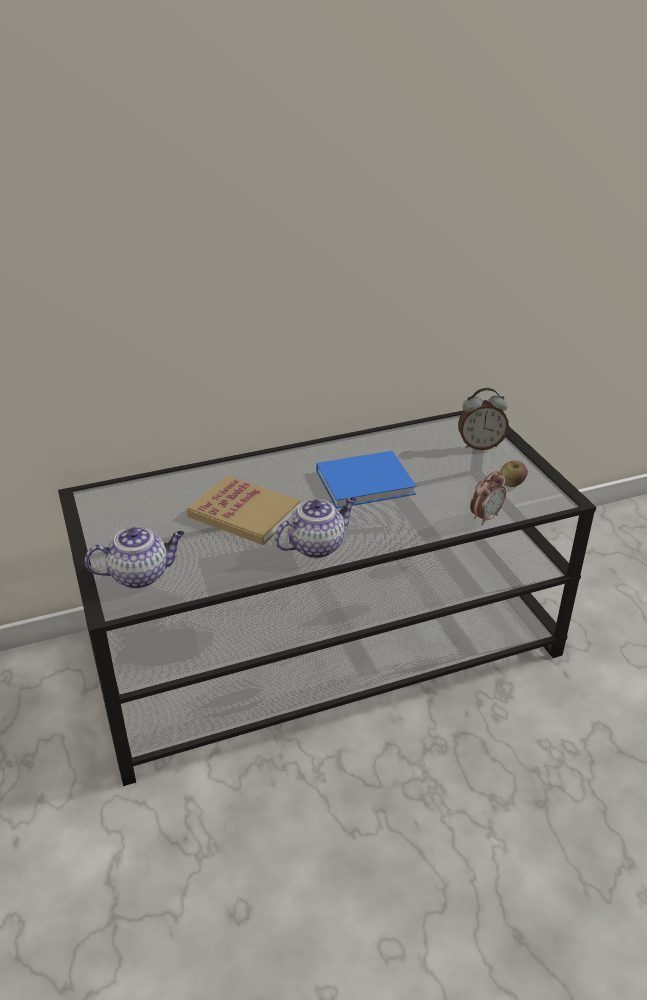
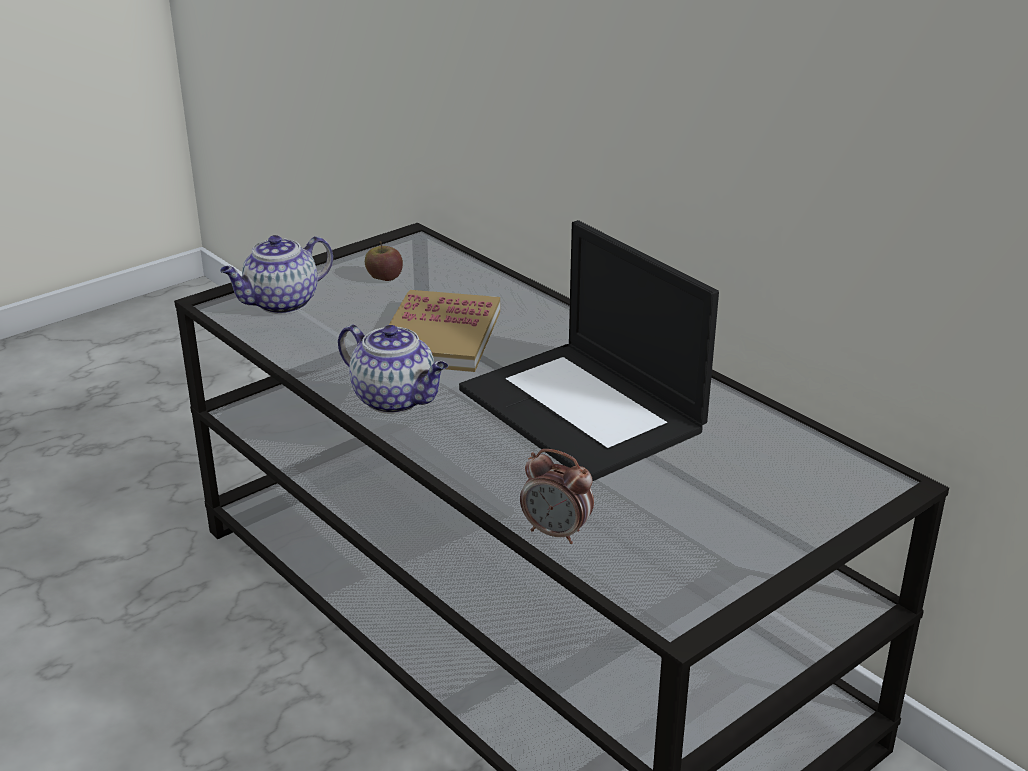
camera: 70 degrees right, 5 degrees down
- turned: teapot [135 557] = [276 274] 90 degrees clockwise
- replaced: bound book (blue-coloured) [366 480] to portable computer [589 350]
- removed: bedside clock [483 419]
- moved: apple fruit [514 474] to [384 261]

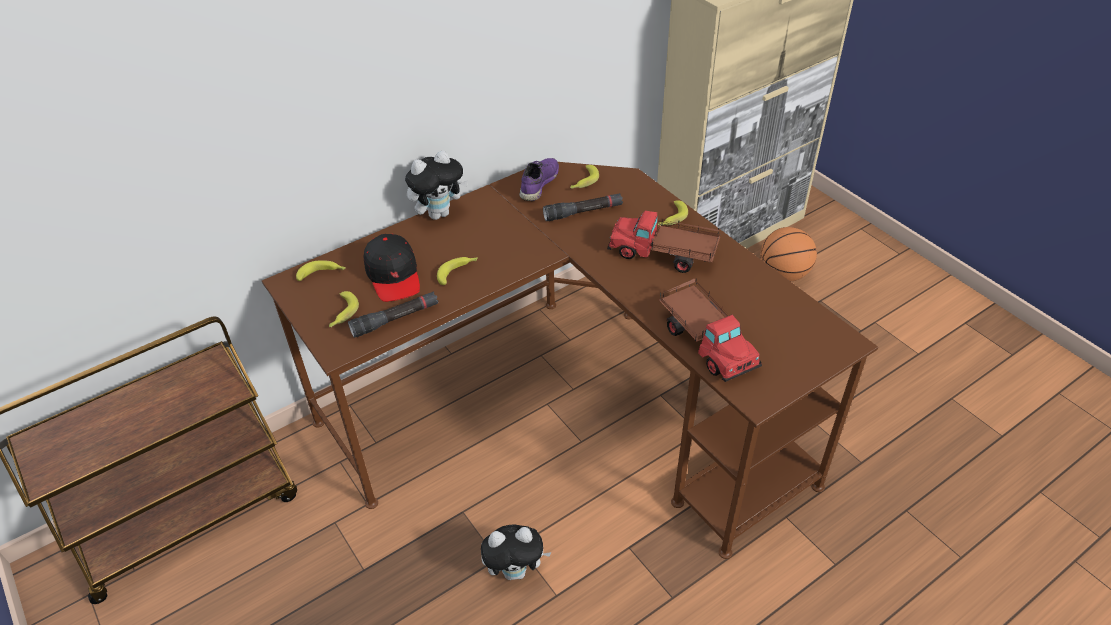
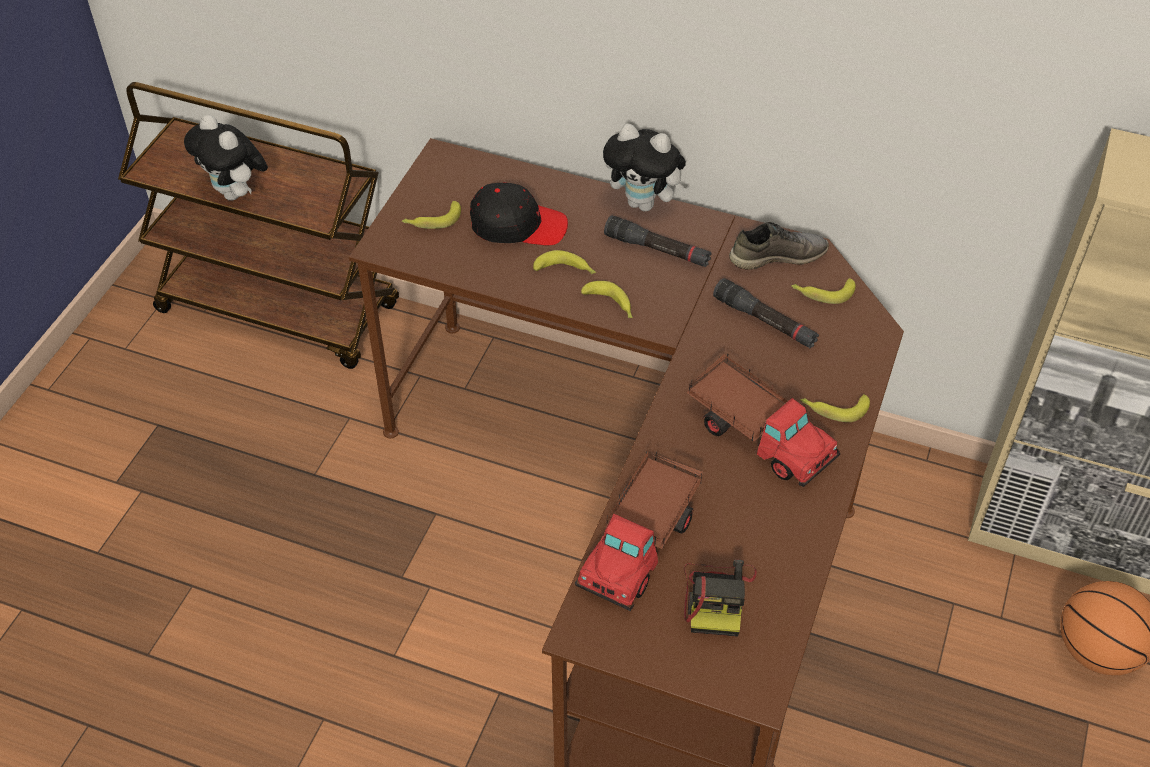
camera: 55 degrees right, 5 degrees up
- moved: banana [321 270] to [607 299]
- moved: flashlight (black-coloured) [393 314] to [658 241]
- turned: cap (black-coloured) [392 268] = [519 213] 120 degrees counterclockwise
- moved: cuddly toy [516 552] to [226 158]
- recoloured: low shoe (purple-coloured) [539 179] to low shoe (grey) [779 246]
- turned: model truck [663 242] = [763 420] 150 degrees clockwise
- added: photo camera [720 598]

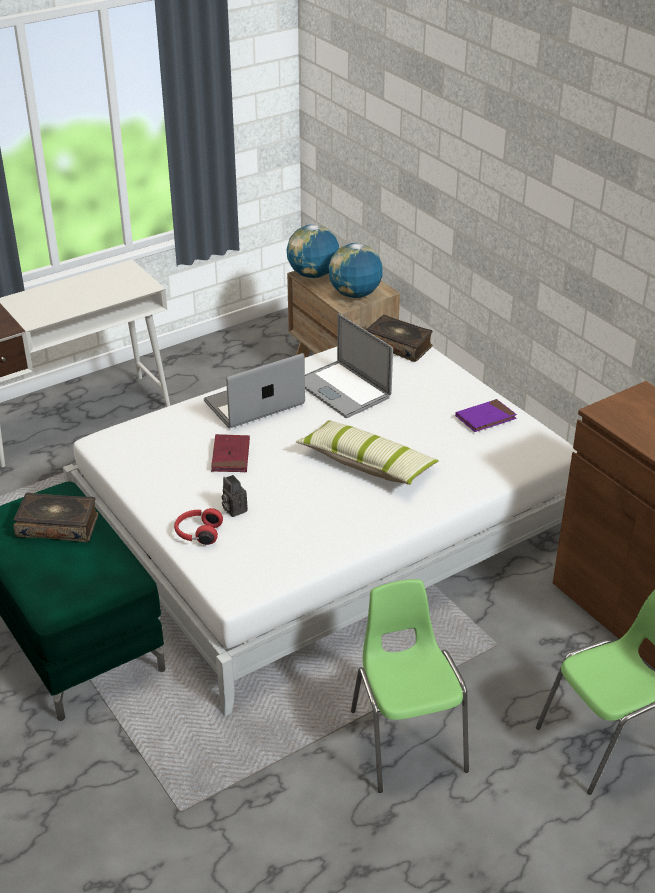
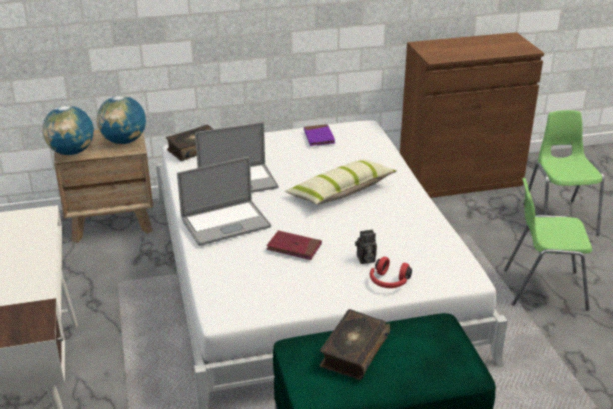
camera: 70 degrees left, 5 degrees down
- turned: portable computer [254 391] = [224 201] 105 degrees counterclockwise

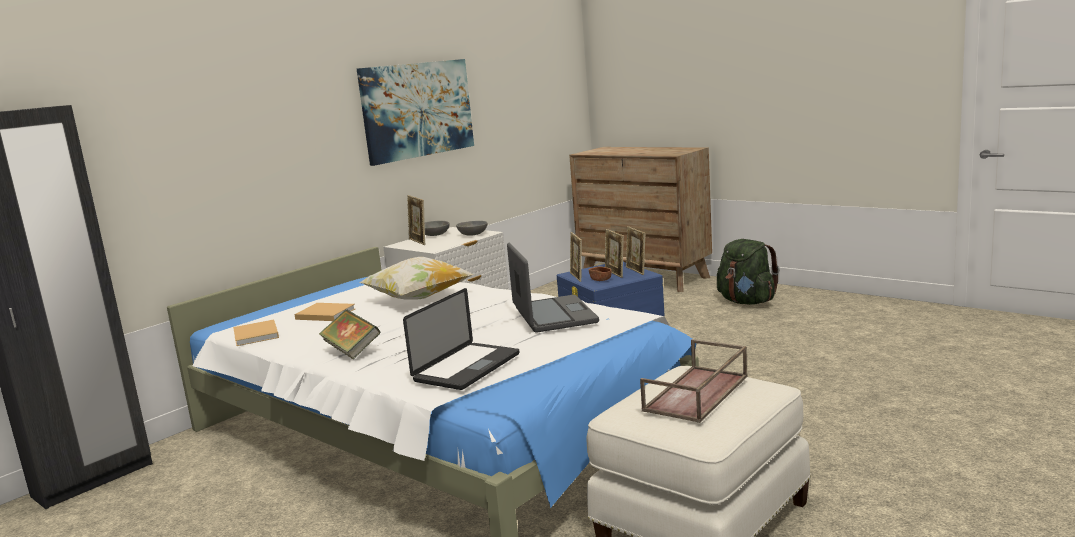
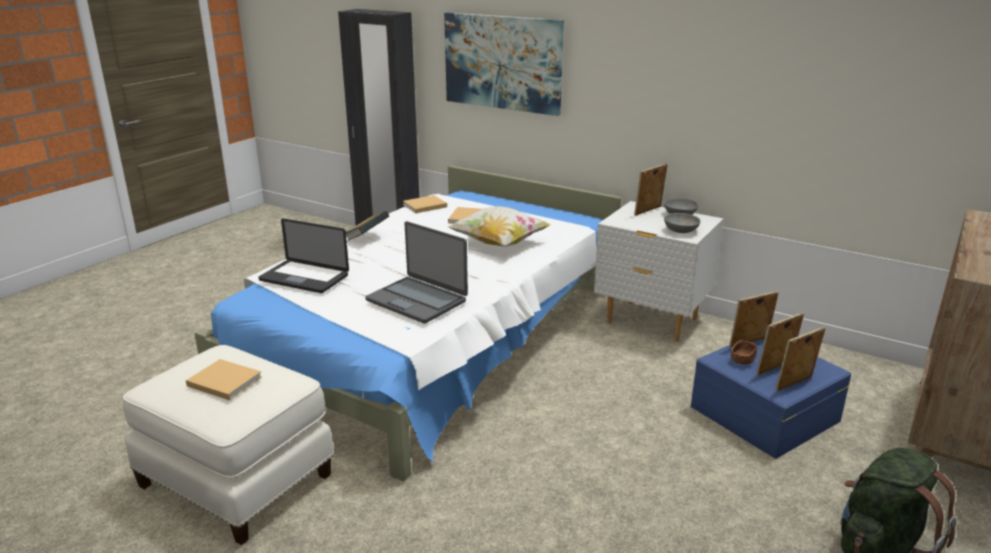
camera: 80 degrees right, 10 degrees up
- moved: picture [415 112] to [504 64]
- turned: portable computer [553 288] = [416 272] 60 degrees clockwise
- replaced: serving tray (brown) [693 381] to bound book (beige-coloured) [224 379]

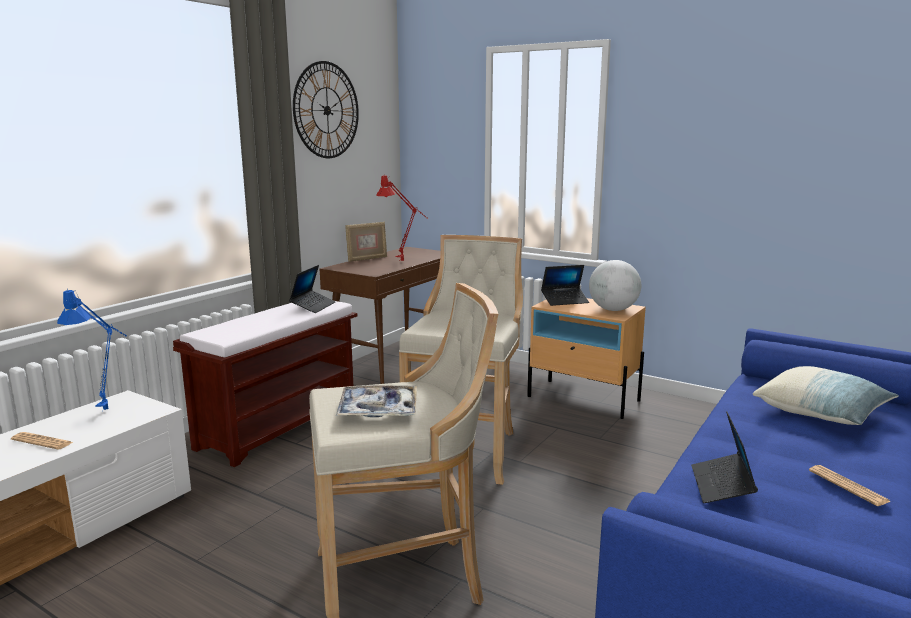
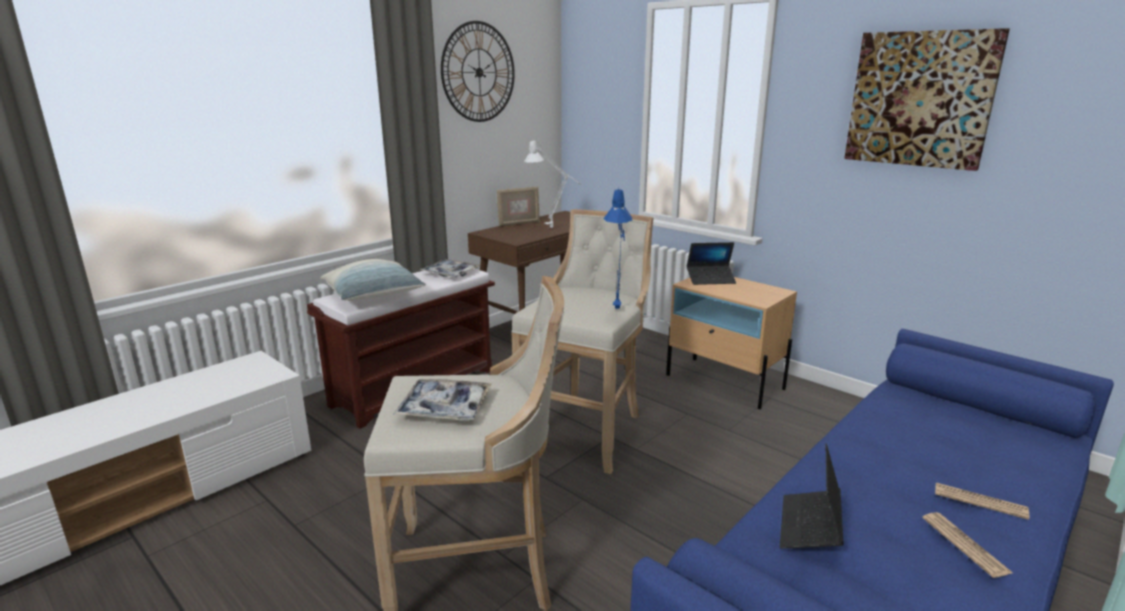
camera: 10 degrees right, 5 degrees up
- moved: daily paper [42 441] to [982 501]
- moved: tabletop lamp (blue-coloured) [92 351] to [617 248]
- replaced: portable computer [312 289] to serving tray [450 268]
- recoloured: tabletop lamp (red) [402 218] to tabletop lamp (whitish) [553 183]
- removed: globe [615 285]
- moved: cushion [826 395] to [373 280]
- added: picture [927 99]

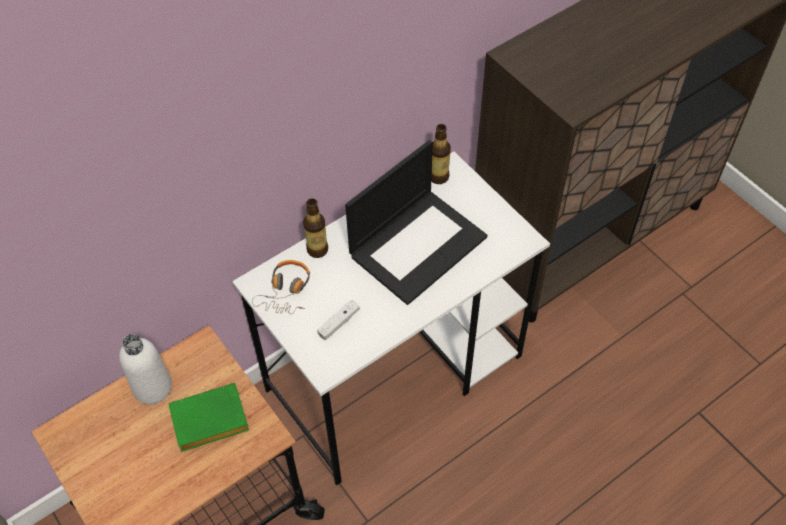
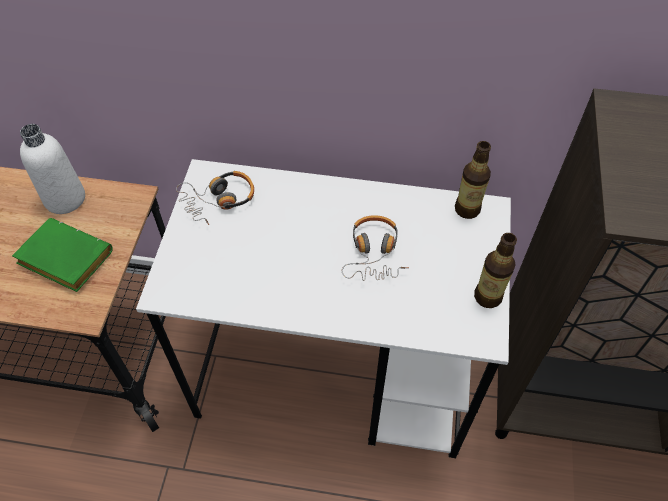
camera: 45 degrees right, 0 degrees up
- moved: beverage bottle [315 228] to [495 270]
- removed: joypad (whitish) [338 320]
- replaced: portable computer [416 222] to headset [375 248]

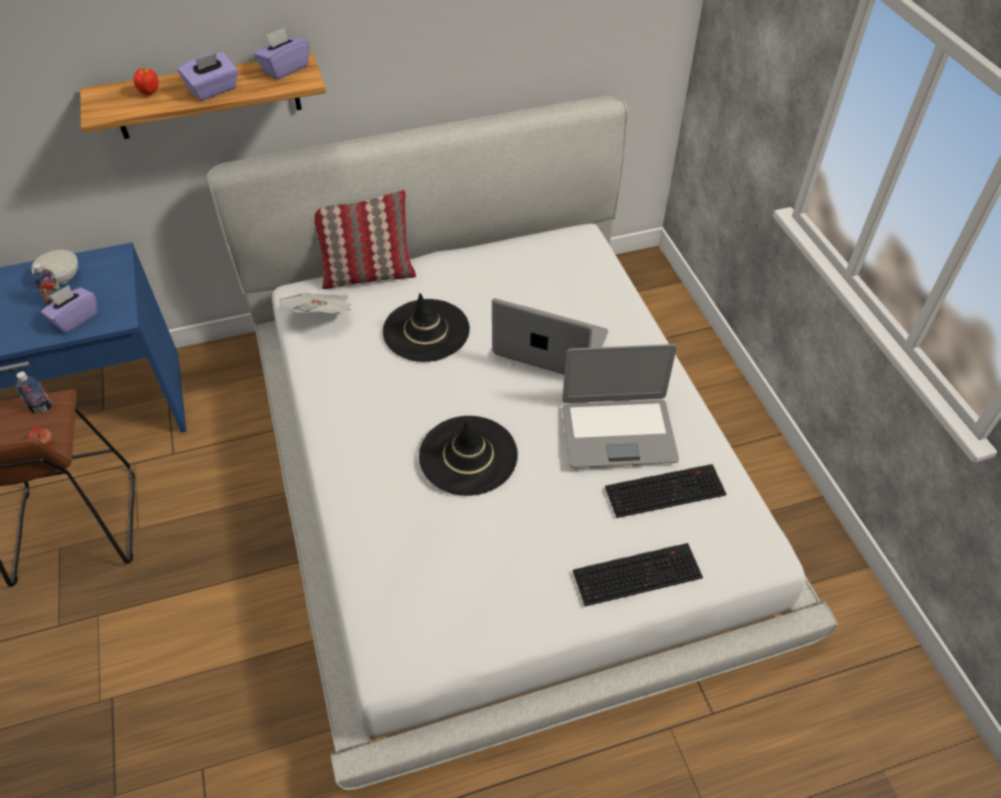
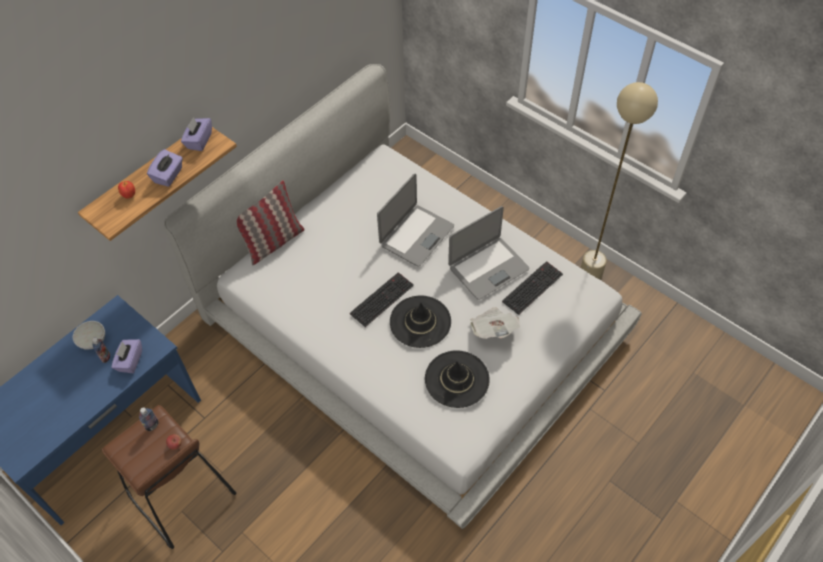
camera: 30 degrees left, 5 degrees up
- moved: daily paper [315 303] to [495 323]
- moved: clothing hat (black-coloured) [426 327] to [457 379]
- turned: portable computer [550 336] = [415 220] 135 degrees clockwise
- moved: computer keyboard [638 574] to [382 299]
- added: floor lamp (beige-coloured) [619 181]

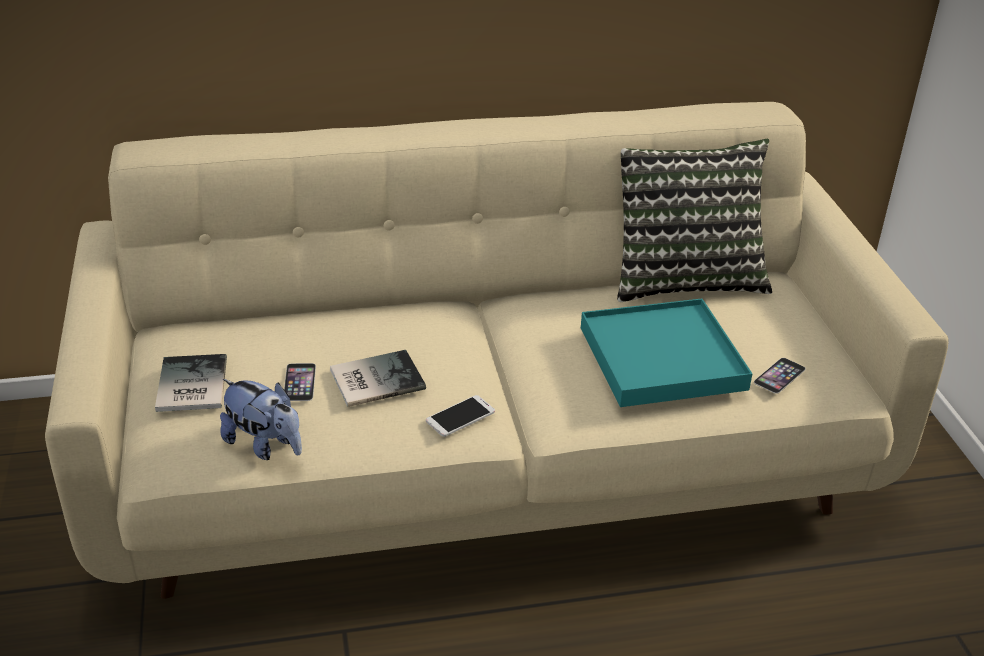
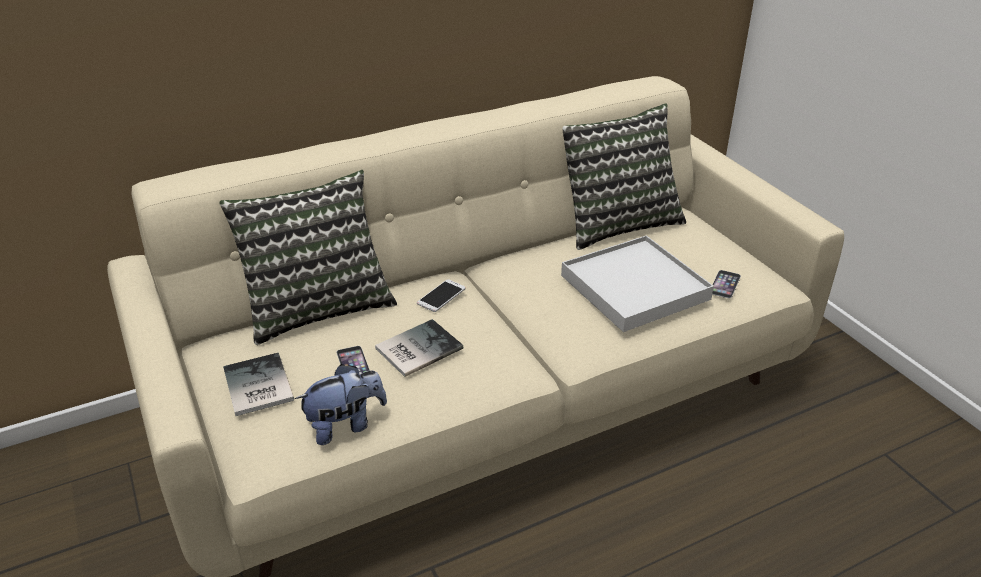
camera: 15 degrees left, 0 degrees up
- turned: cuddly toy [261 419] = [341 404] 45 degrees counterclockwise
- moved: phone [460 416] to [441 295]
- recoloured: serving tray (turquoise) [666 352] to serving tray (whitish) [637 283]
- added: cushion [308 257]

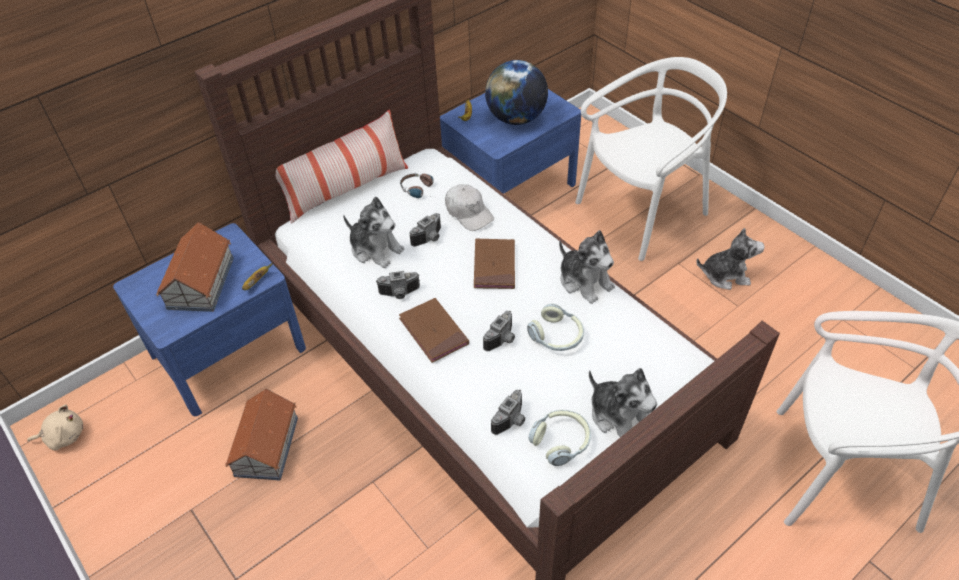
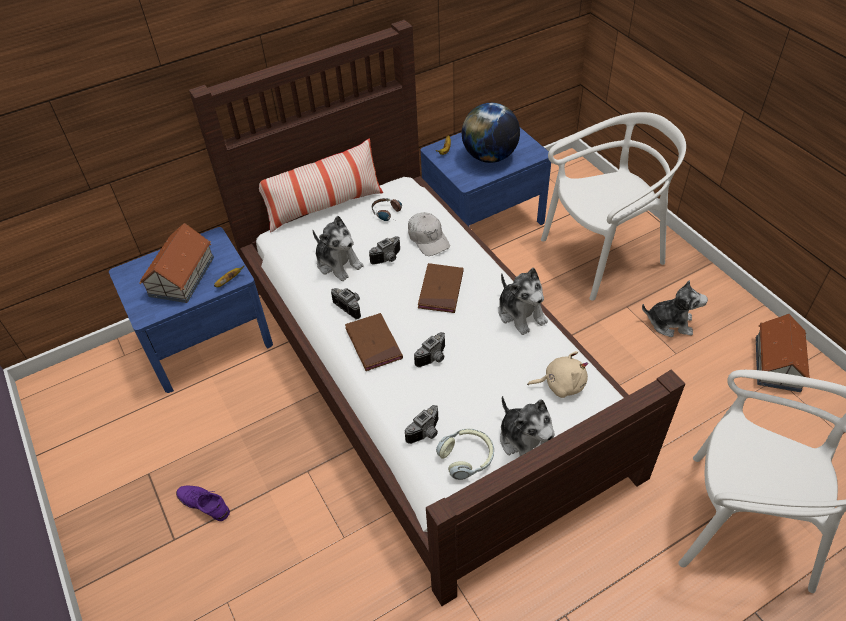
camera: 10 degrees right, 0 degrees up
- moved: cuddly toy (beige-coloured) [55 427] to [557 374]
- moved: toy house [261 434] to [783 353]
- turned: photo camera [398 285] = [346 304] 135 degrees counterclockwise
- removed: headset [555 327]
- added: low shoe (purple-coloured) [203 503]

